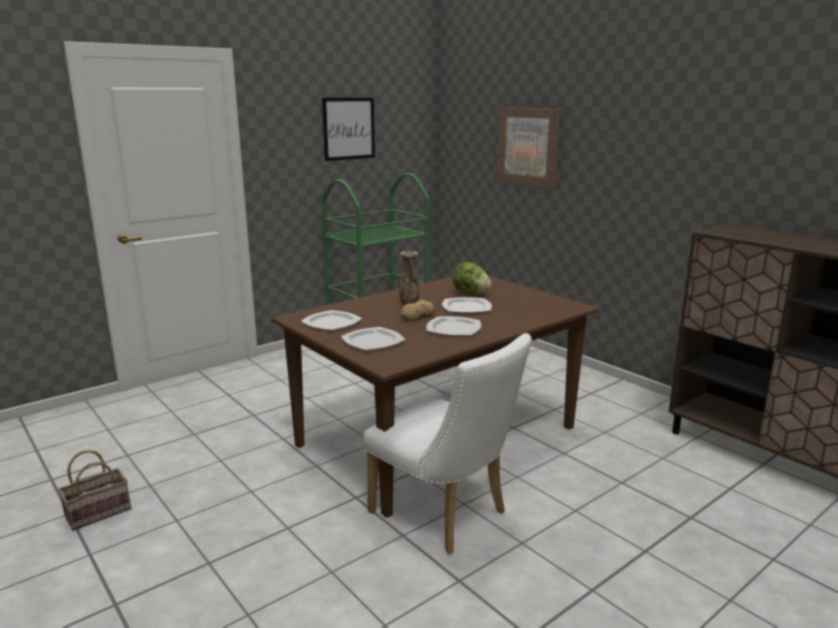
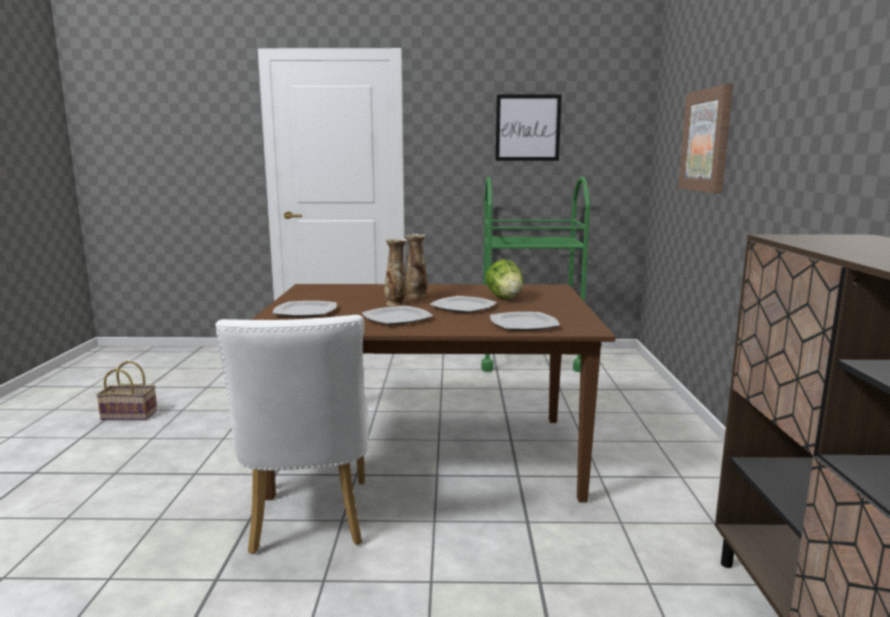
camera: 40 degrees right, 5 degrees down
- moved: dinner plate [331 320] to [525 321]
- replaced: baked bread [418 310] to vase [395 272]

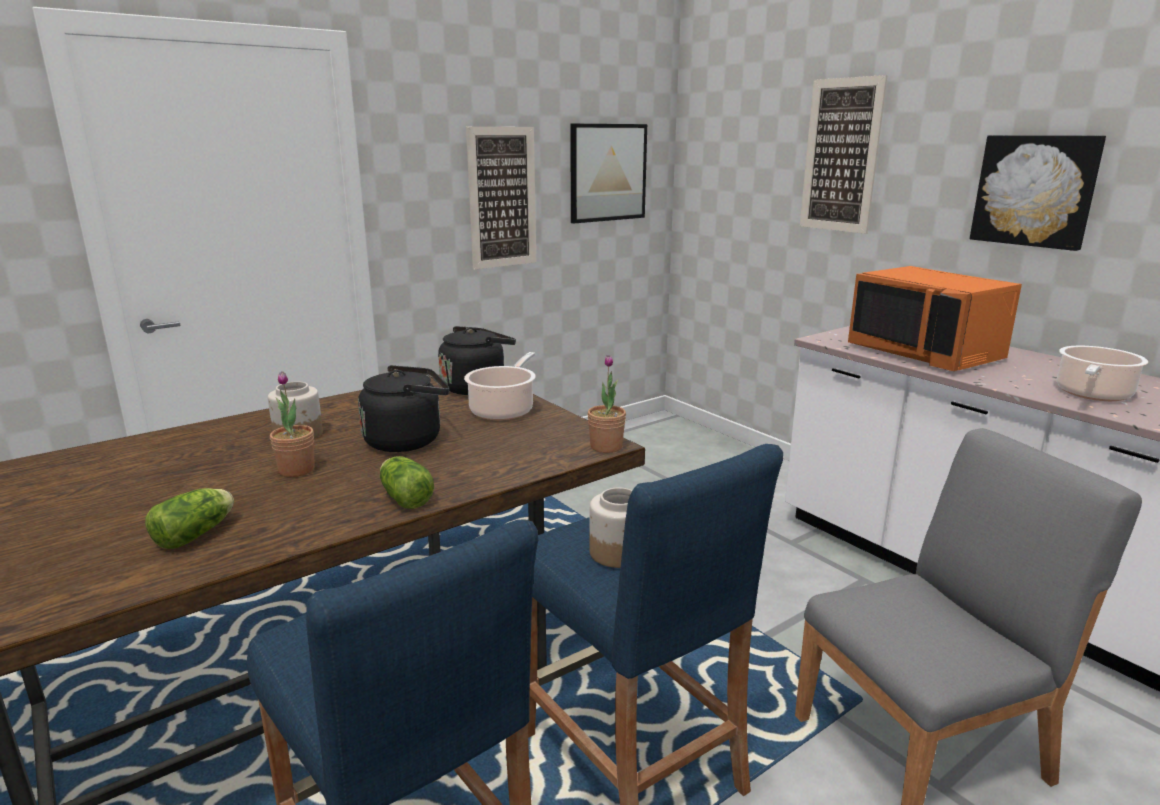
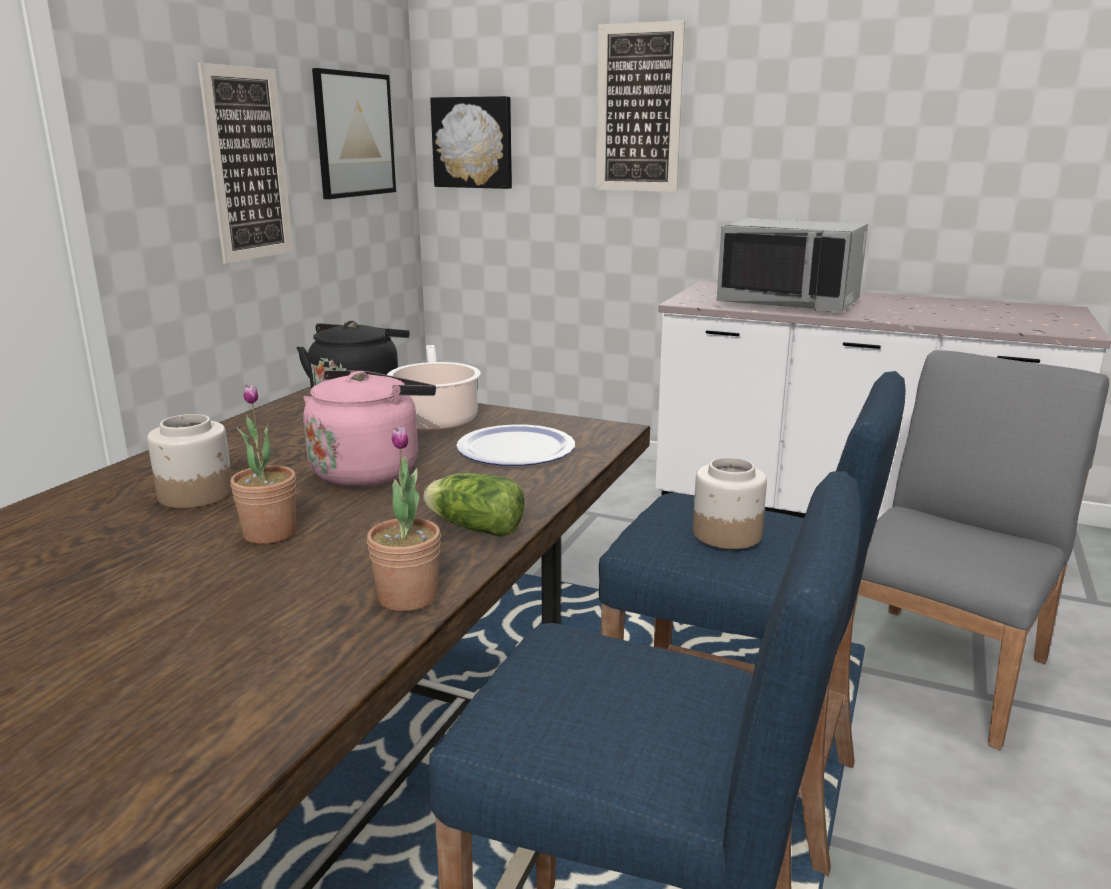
camera: 30 degrees left, 0 degrees up
- removed: head of lettuce [189 518]
- recoloured: kettle (black-coloured) [403 408] to kettle (pink) [369 428]
- moved: potted plant [607 404] to [404 519]
- recoloured: microwave (orange) [935 318] to microwave (grey) [792 265]
- moved: picture [1038 193] to [471 142]
- removed: cooking pot [1102 373]
- added: dinner plate [515 445]

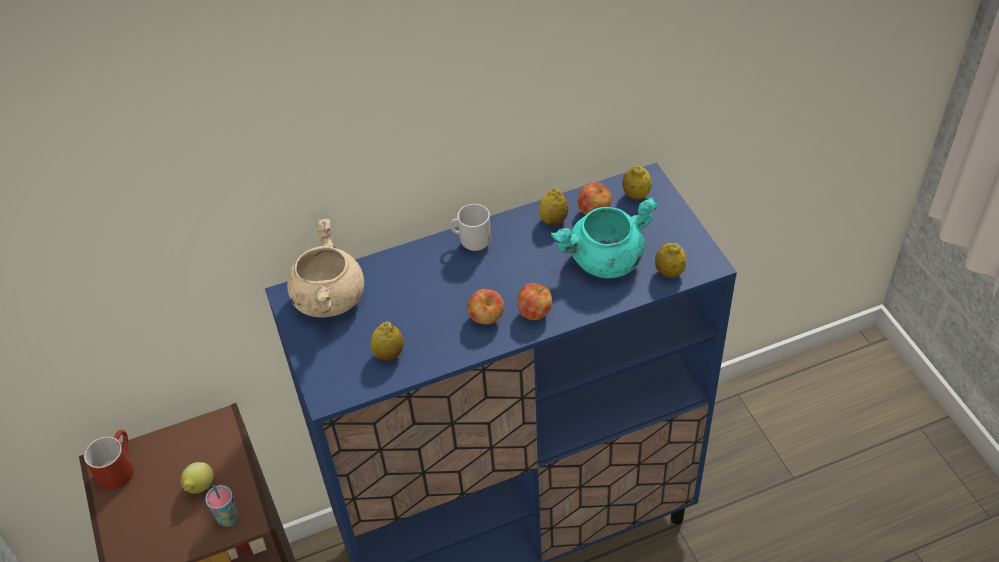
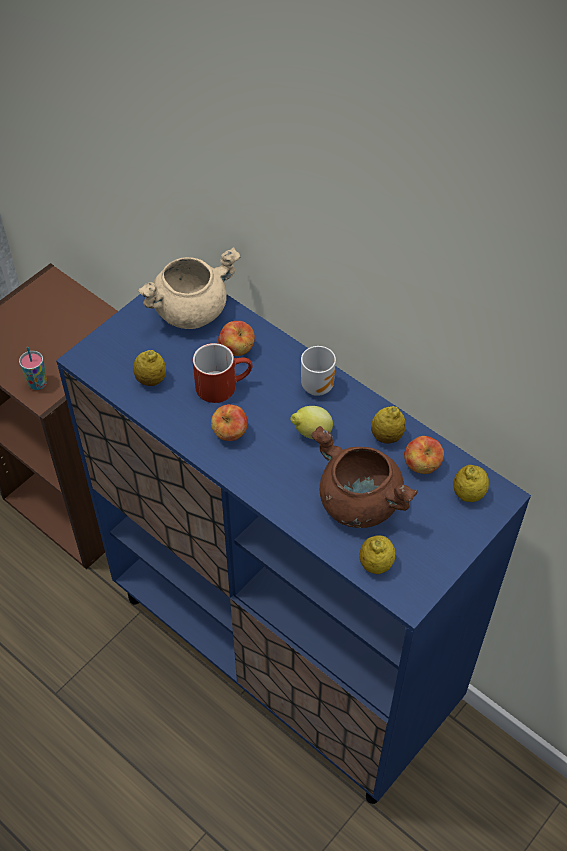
camera: 60 degrees right, 5 degrees up
- moved: tea mug (red) [108 460] to [223 373]
- moved: citrus fruit [197 478] to [311 422]
- moved: apple fruit [535 301] to [236 338]
- recoloured: cooking pot (turquoise) [604 238] to cooking pot (brown) [364 477]

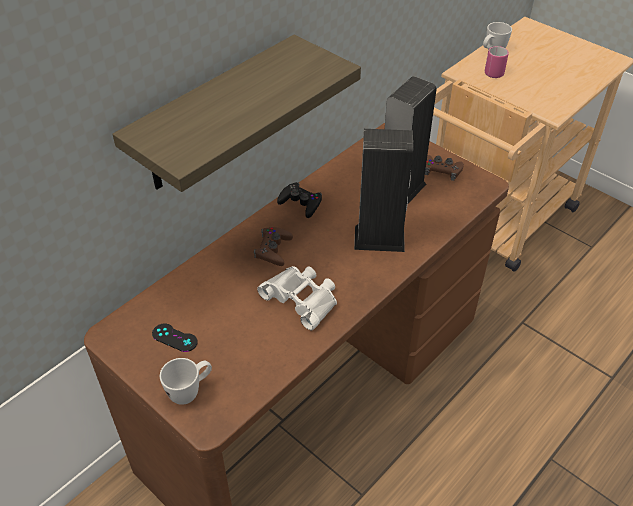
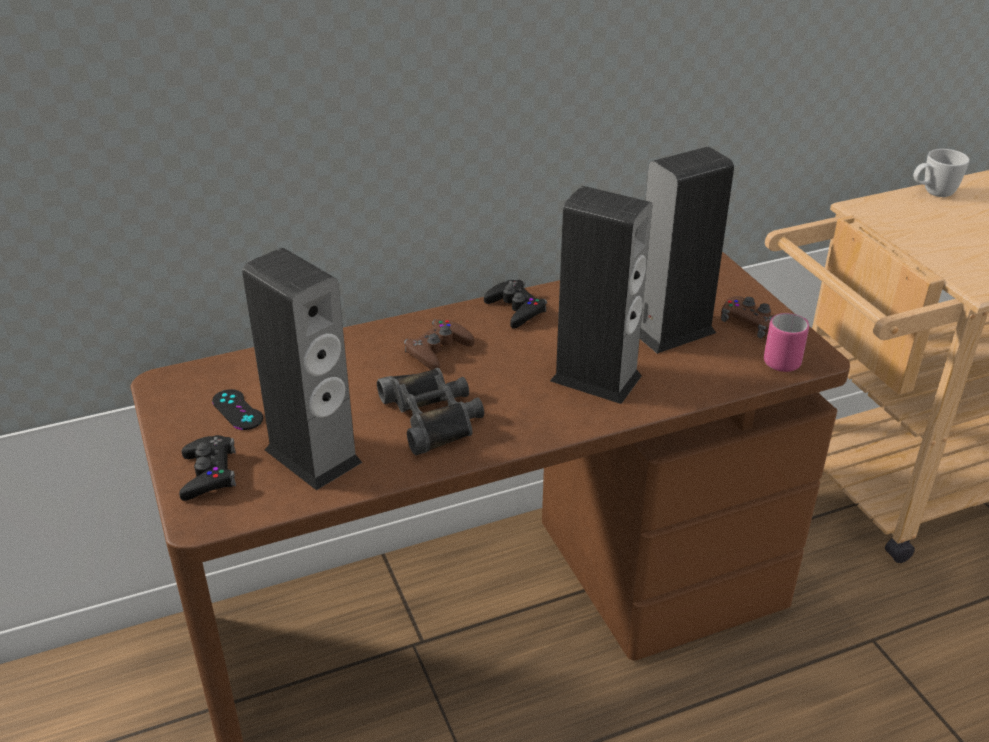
camera: 25 degrees right, 10 degrees down
- removed: wall shelf [236 113]
- replaced: tea mug (whitish) [186 381] to joypad (black-coloured) [207 468]
- recoloured: pair of binoculars (whitish) [297 298] to pair of binoculars (black-coloured) [430 411]
- moved: tea mug (pink) [497 62] to [786 342]
- added: speaker [302 369]

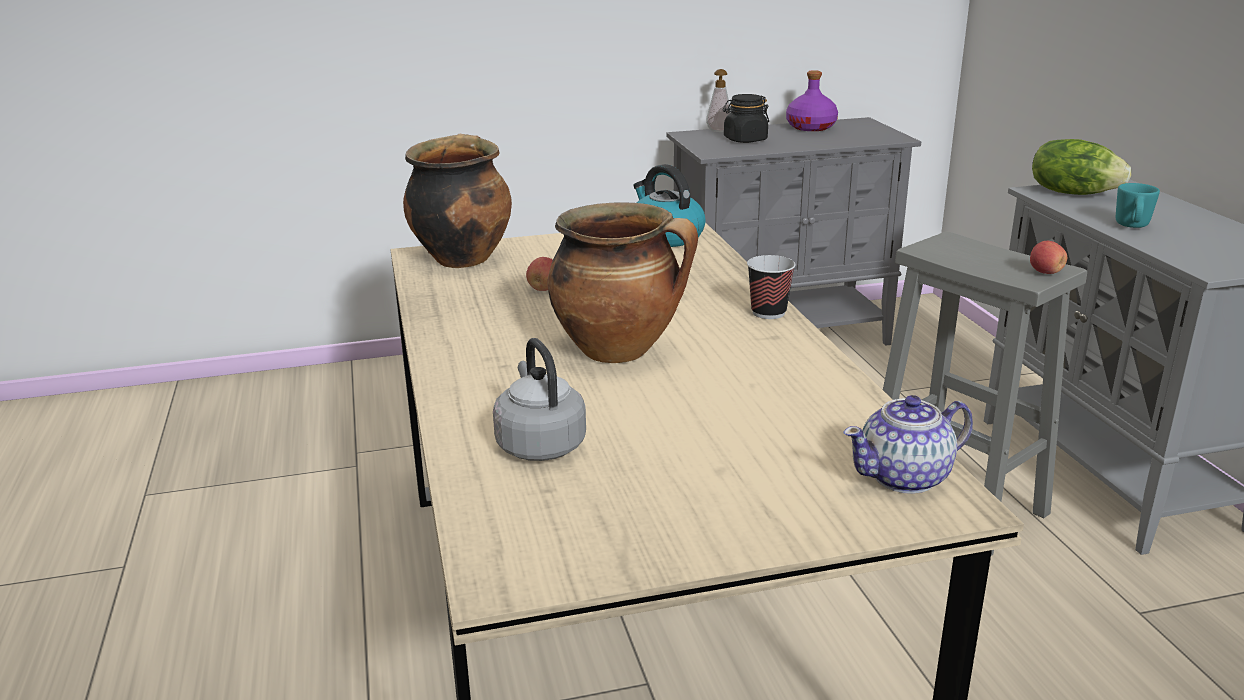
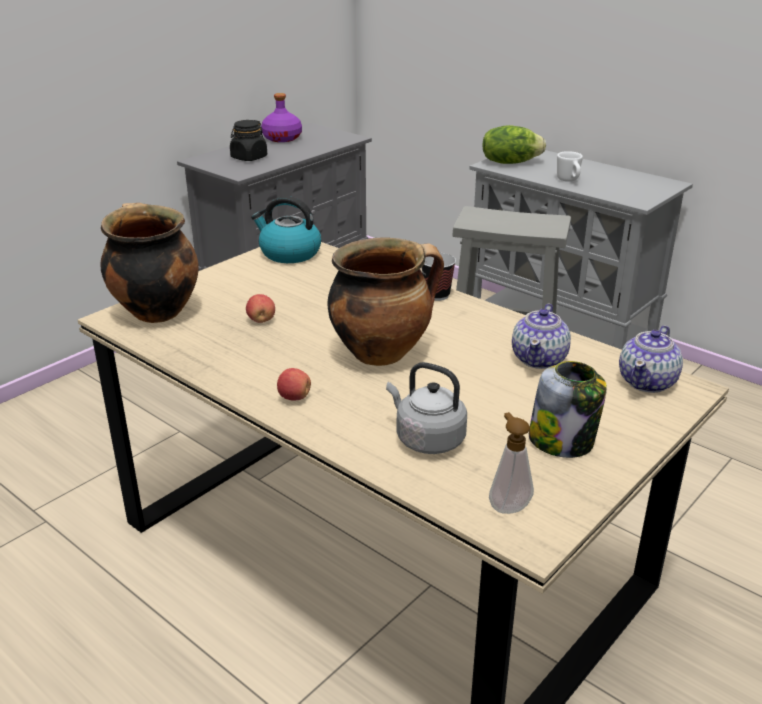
camera: 35 degrees left, 5 degrees up
- moved: soap bottle [718 100] to [511 463]
- moved: apple fruit [1048 257] to [294 384]
- recoloured: tea mug (turquoise) [1138 205] to tea mug (whitish) [570 166]
- added: teapot [541 336]
- added: jar [568 409]

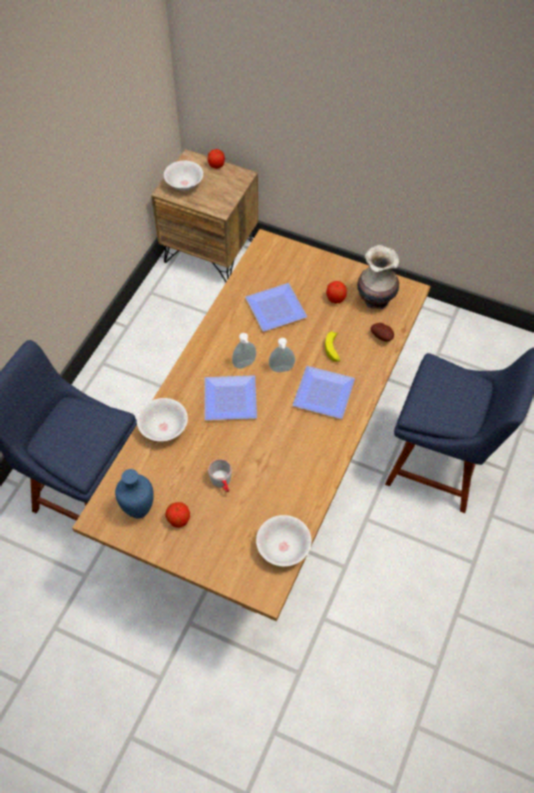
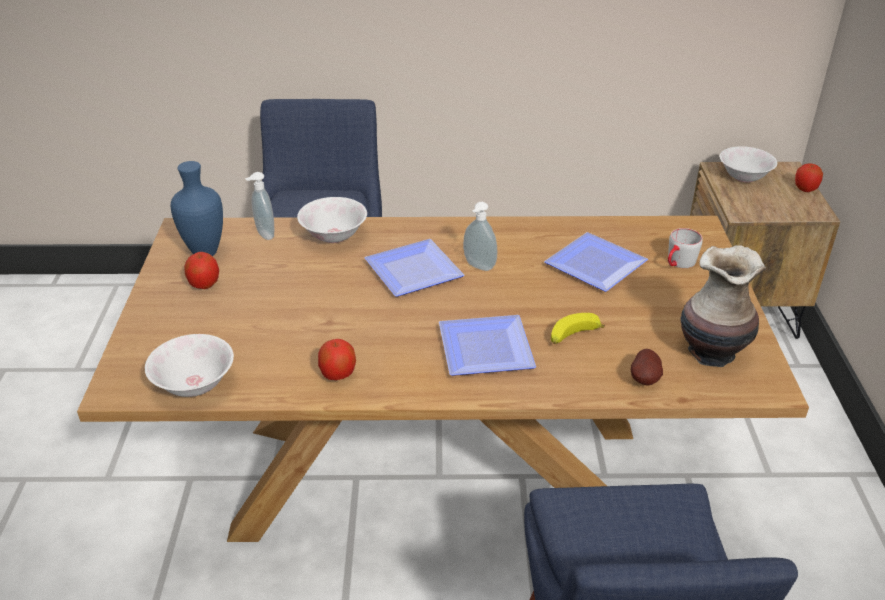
camera: 65 degrees right, 20 degrees down
- moved: tea mug (grey) [220 475] to [685 248]
- moved: soap bottle [282 355] to [259 206]
- moved: apple fruit [336 292] to [337 359]

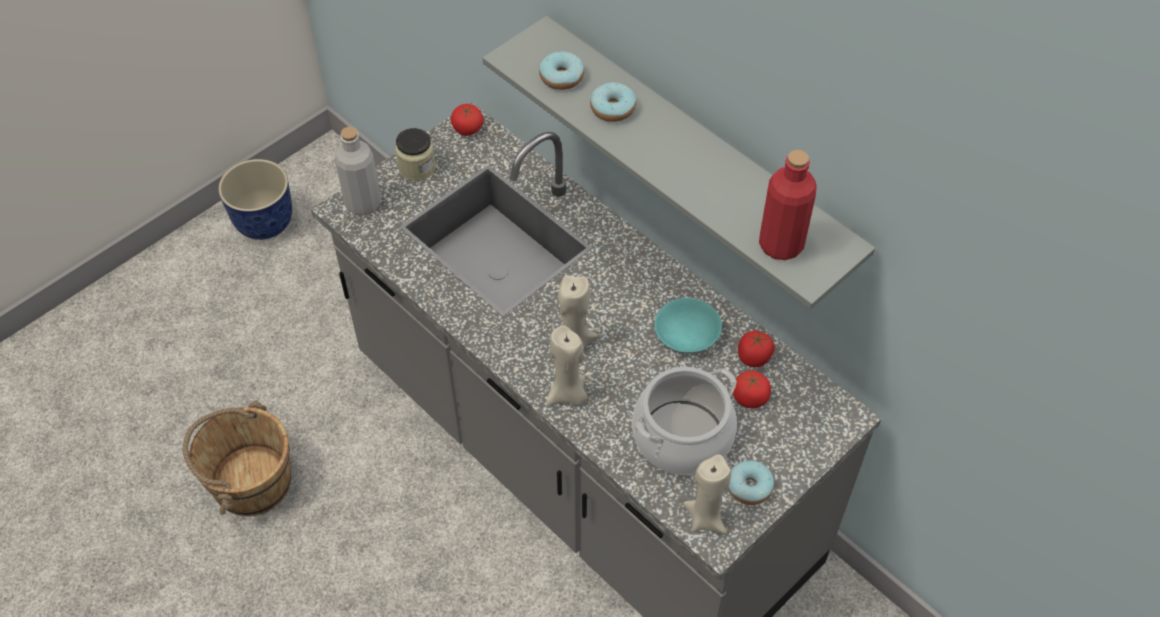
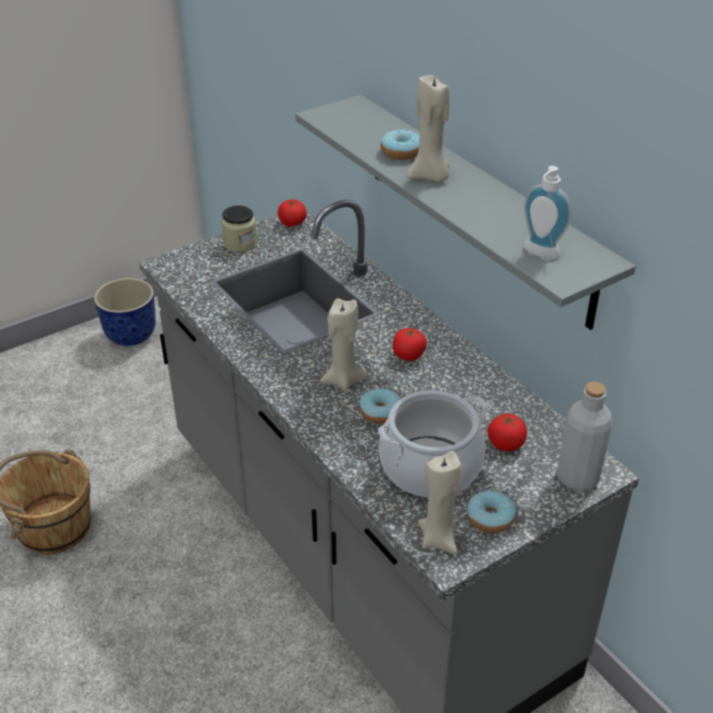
camera: 10 degrees right, 15 degrees down
- moved: beverage bottle (grey) [358 171] to [584 436]
- moved: ring doughnut [561 70] to [380 406]
- moved: wax light (beige-coloured) [566 365] to [428 128]
- removed: bowl (turquoise) [688 325]
- moved: whole tomato [756 349] to [410 344]
- replaced: beverage bottle (red) [788 205] to soap bottle [547 212]

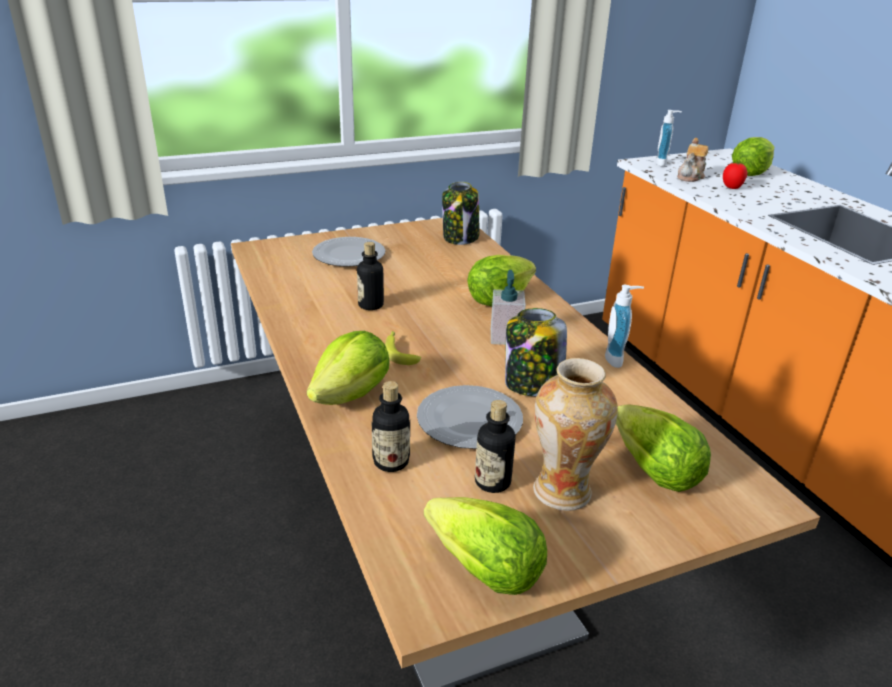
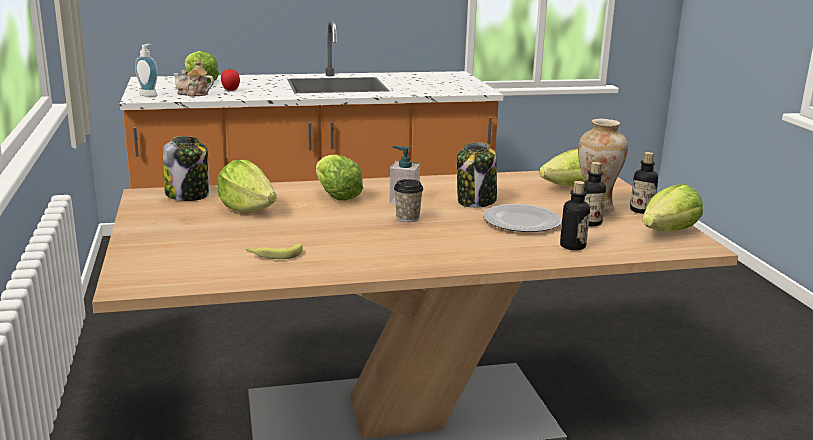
camera: 80 degrees left, 10 degrees down
- moved: head of lettuce [348 368] to [247 186]
- removed: dinner plate [348 252]
- moved: beverage bottle [370 276] to [644 183]
- moved: banana [403 348] to [274 251]
- removed: soap bottle [624 326]
- turned: teapot [692 160] = [193 78] 150 degrees clockwise
- added: small cup [408 200]

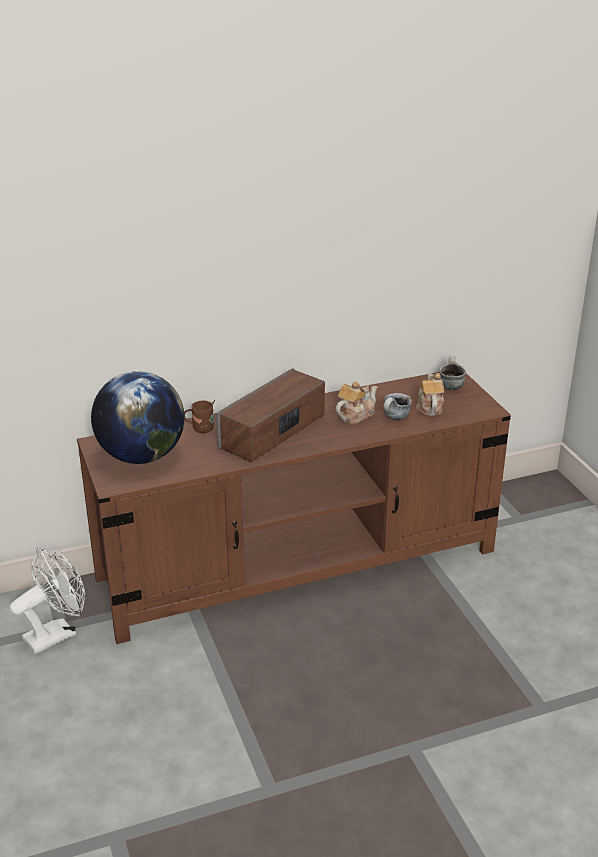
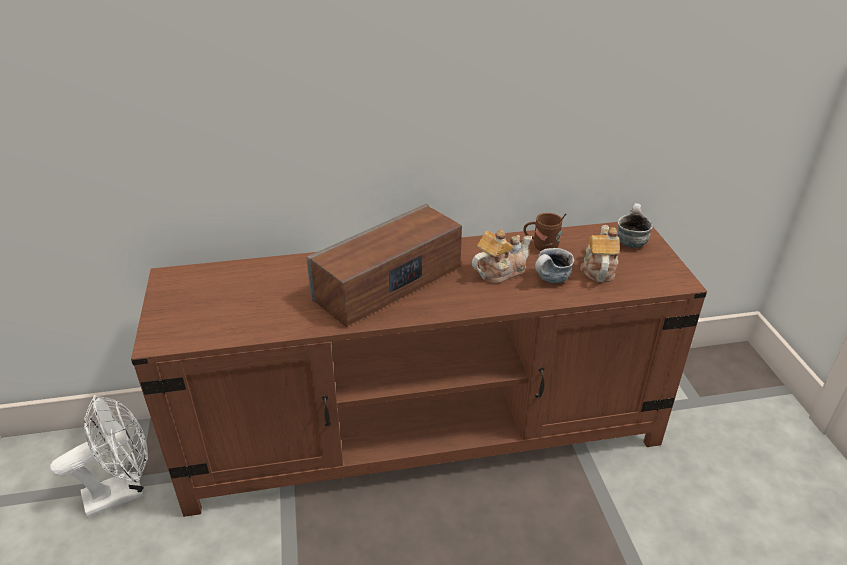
camera: 10 degrees right, 5 degrees up
- removed: globe [138 417]
- moved: tea mug (brown) [199 416] to [544 232]

